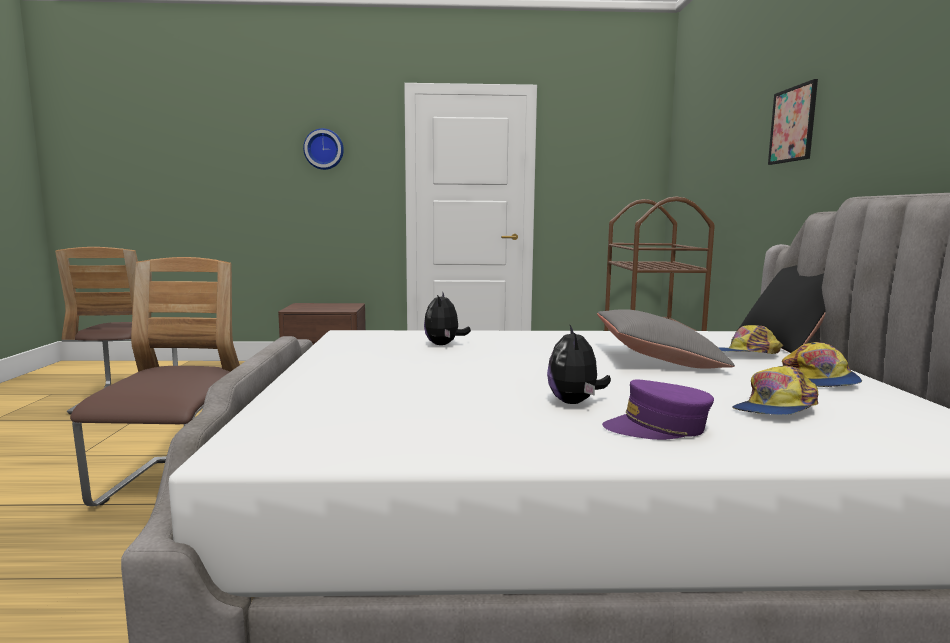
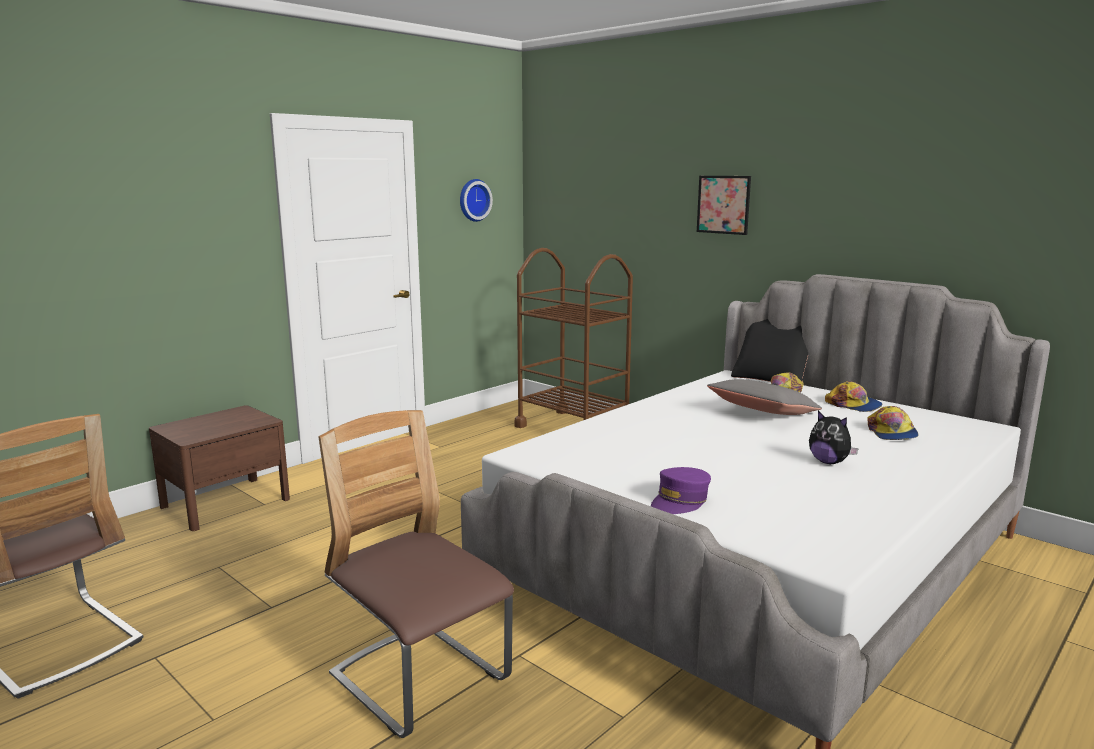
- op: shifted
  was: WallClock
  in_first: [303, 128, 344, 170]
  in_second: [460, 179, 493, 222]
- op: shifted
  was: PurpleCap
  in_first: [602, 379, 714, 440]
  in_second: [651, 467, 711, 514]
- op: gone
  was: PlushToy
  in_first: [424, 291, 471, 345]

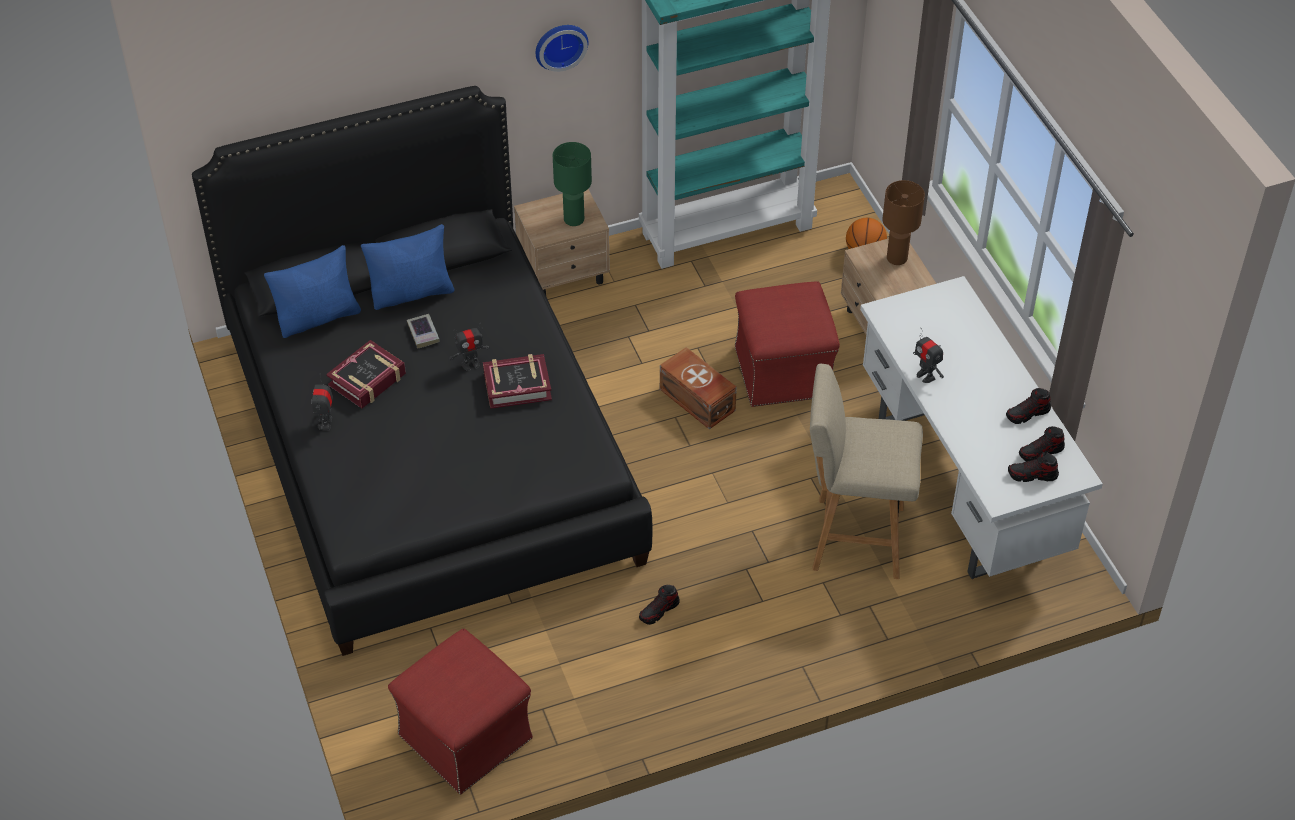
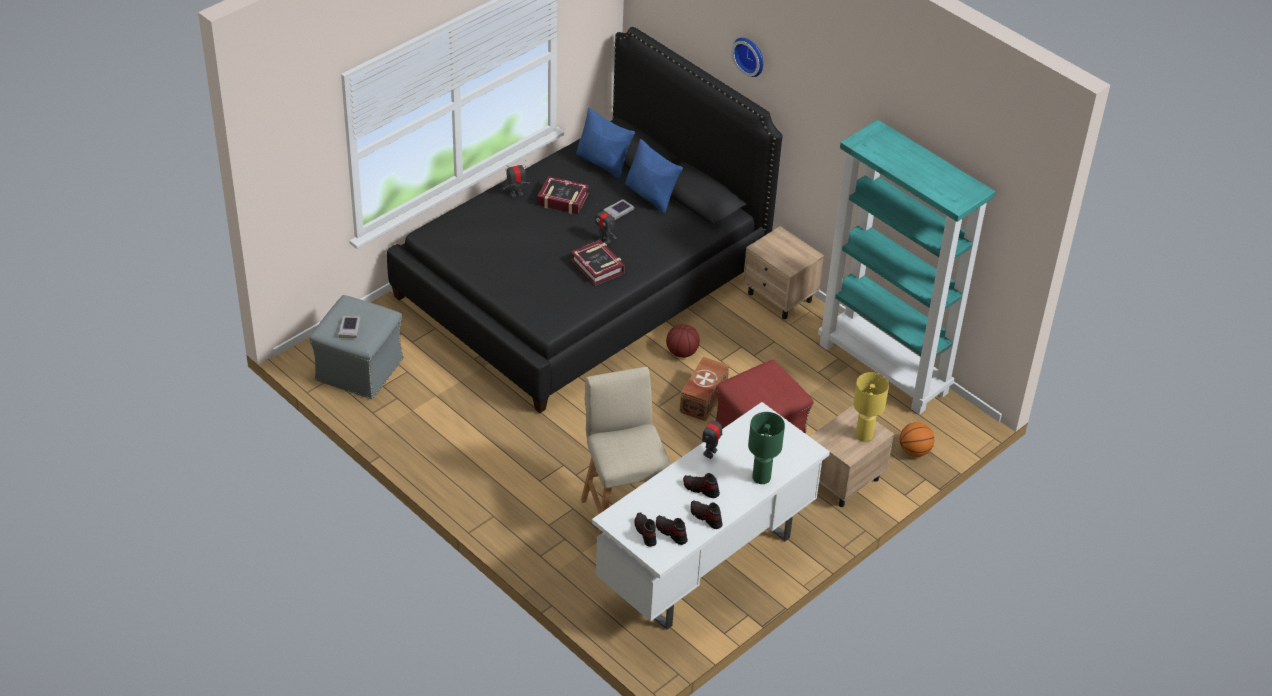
- op: repainted
  was: RedOttoman
  now: GreyOttoman
  in_first: [388, 629, 533, 795]
  in_second: [309, 295, 403, 399]
- op: new
  now: Book
  in_second: [339, 316, 361, 338]
- op: new
  now: Basketball
  in_second: [666, 324, 700, 358]
- op: shifted
  was: Shoe
  in_first: [639, 585, 680, 625]
  in_second: [683, 473, 720, 498]
- op: shifted
  was: WallClock
  in_first: [536, 25, 589, 72]
  in_second: [732, 38, 763, 77]
- op: shifted
  was: GreenTableLamp
  in_first: [553, 142, 592, 226]
  in_second: [748, 412, 785, 484]
- op: repainted
  was: BrownTableLamp
  now: YellowTableLamp
  in_first: [882, 180, 925, 265]
  in_second: [853, 372, 889, 442]

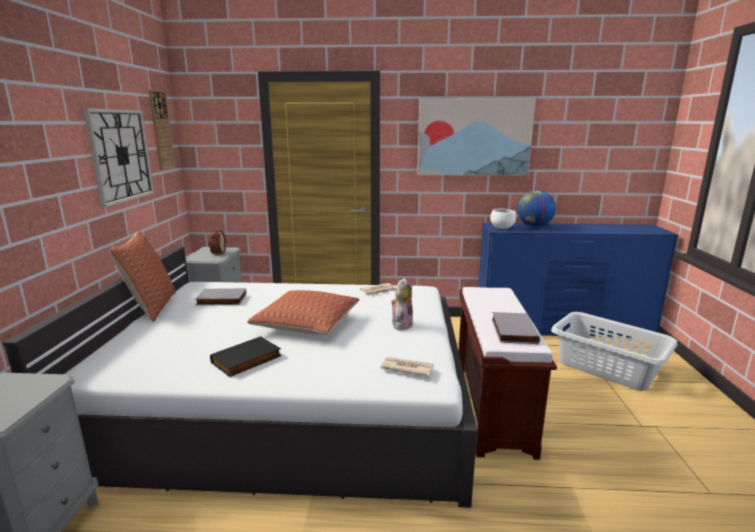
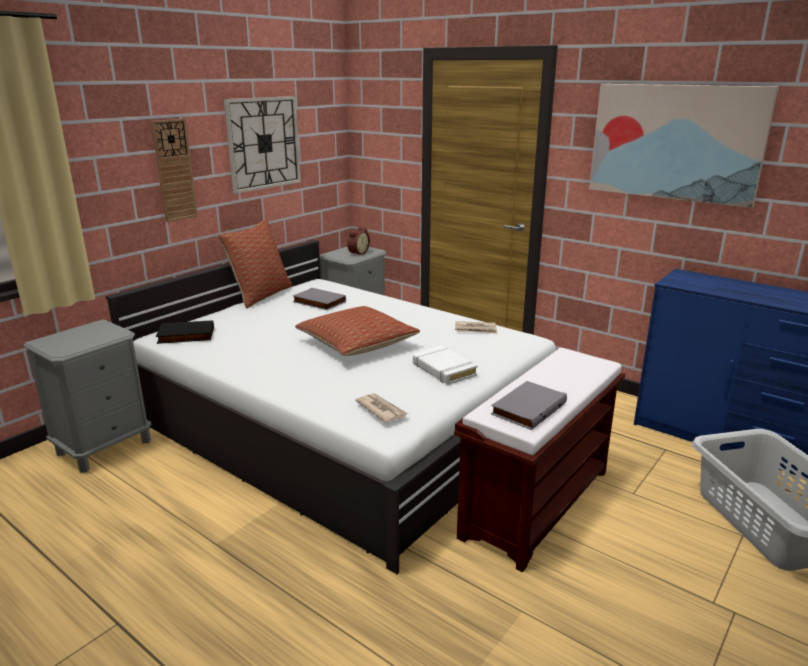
- op: shifted
  was: WallClock
  in_first: [149, 89, 176, 170]
  in_second: [151, 119, 198, 222]
- op: shifted
  was: BlackBook
  in_first: [210, 336, 282, 377]
  in_second: [156, 320, 214, 344]
- op: swapped
  was: PlushToy
  now: WhiteBook
  in_first: [391, 278, 413, 330]
  in_second: [413, 346, 478, 385]
- op: gone
  was: WhiteBowl
  in_first: [490, 209, 516, 229]
- op: gone
  was: Globe
  in_first: [518, 191, 556, 227]

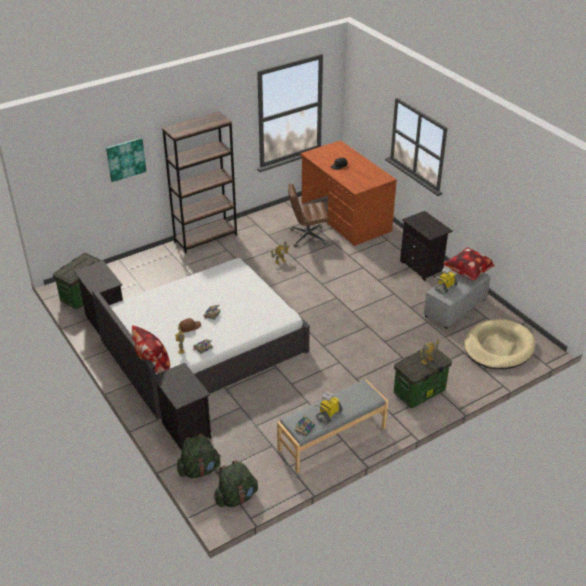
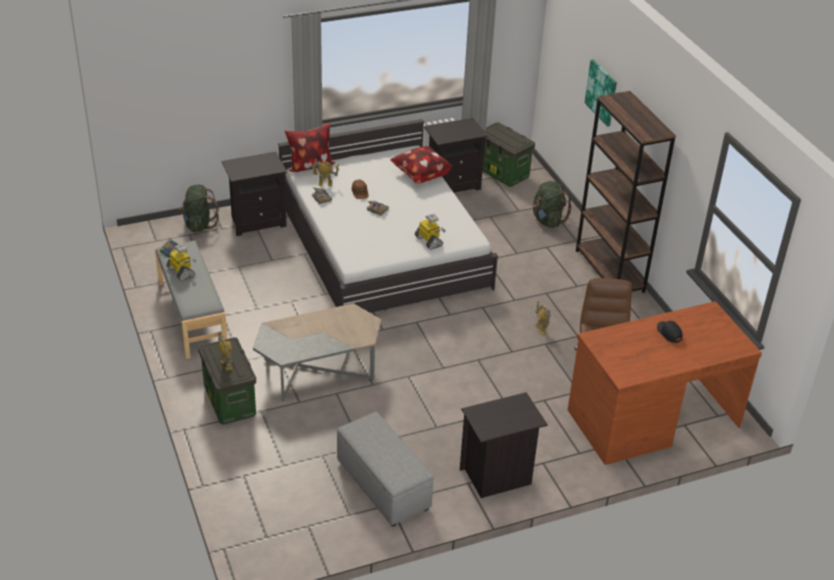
- op: new
  now: GreyCoffeeTable
  in_second: [253, 303, 381, 402]
- op: shifted
  was: Pillow
  in_first: [443, 247, 495, 281]
  in_second: [390, 146, 452, 184]
- op: shifted
  was: ToyRobot
  in_first: [435, 267, 458, 294]
  in_second: [415, 214, 446, 250]
- op: shifted
  was: GreenBackpack
  in_first: [214, 460, 258, 507]
  in_second: [533, 181, 572, 228]
- op: gone
  was: BeigeDogBed
  in_first: [464, 319, 535, 369]

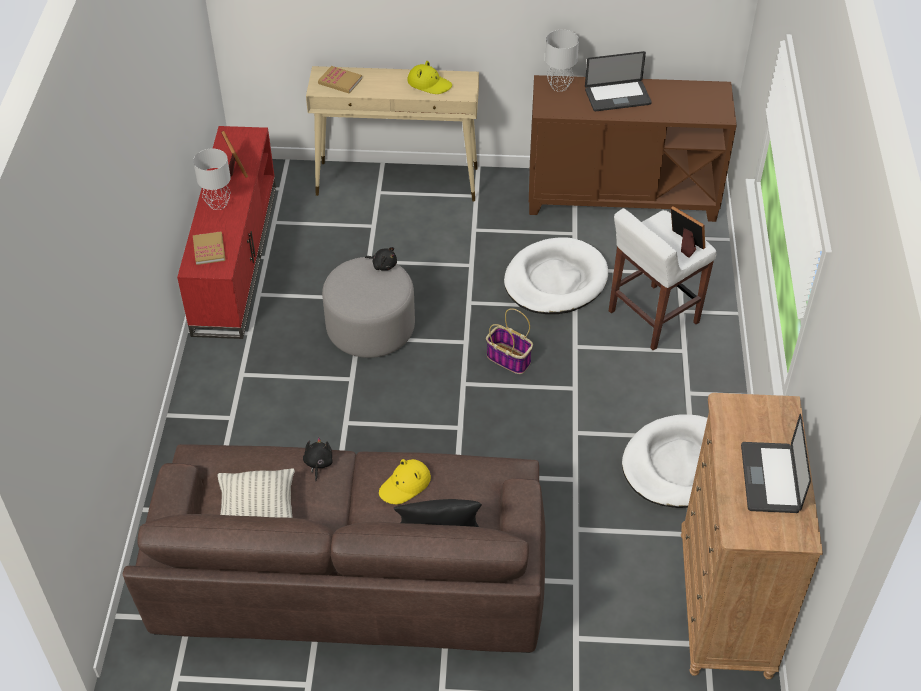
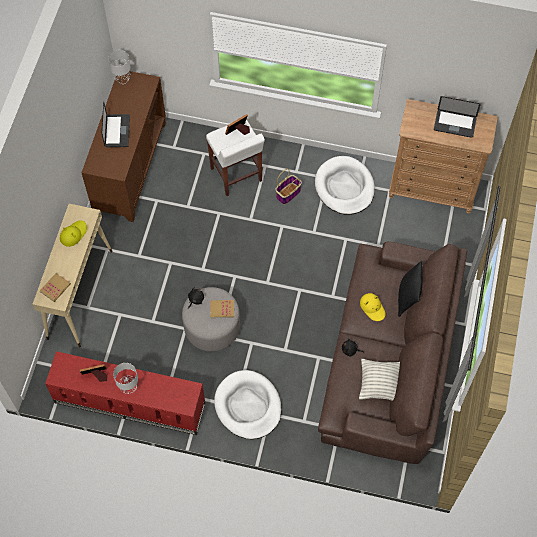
- op: shifted
  was: GreyTableLamp
  in_first: [545, 30, 579, 92]
  in_second: [108, 50, 131, 84]
- op: shifted
  was: Book
  in_first: [193, 231, 226, 265]
  in_second: [210, 300, 234, 318]
- op: shifted
  was: WhiteDogBed
  in_first: [504, 237, 608, 314]
  in_second: [214, 370, 282, 439]
- op: shifted
  was: Basket
  in_first: [486, 308, 533, 374]
  in_second: [275, 169, 302, 204]

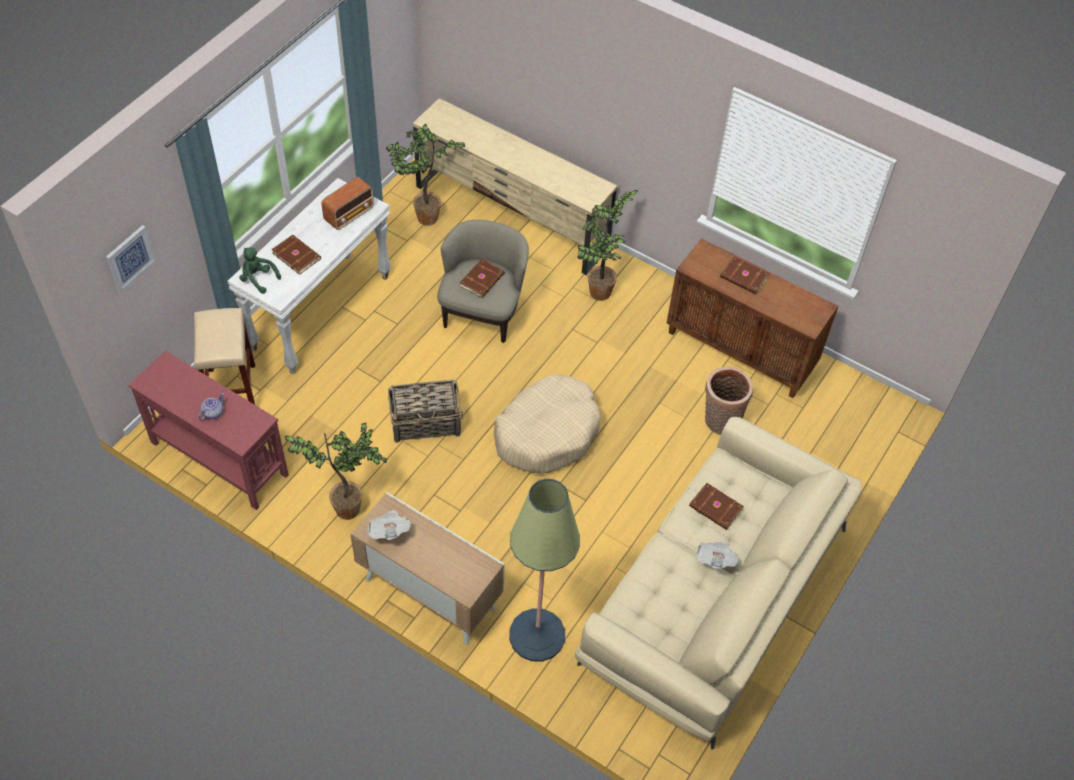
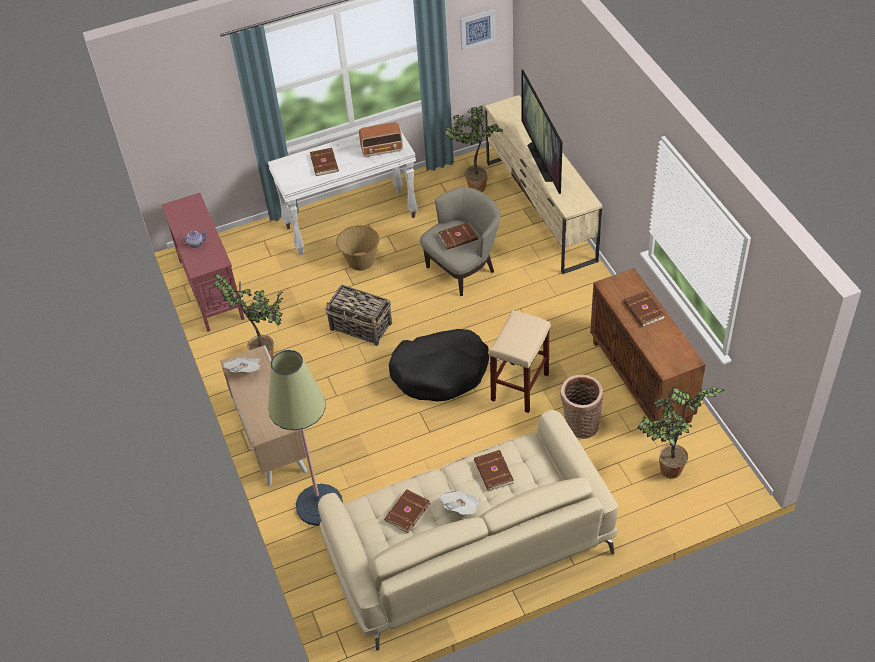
- op: new
  now: Basket
  in_second: [336, 225, 379, 271]
- op: new
  now: BrownBook
  in_second: [384, 489, 430, 533]
- op: repainted
  was: BeigeDogBed
  now: BlackDogBed
  in_first: [494, 374, 601, 474]
  in_second: [388, 329, 489, 402]
- op: shifted
  was: Picture
  in_first: [106, 225, 156, 292]
  in_second: [460, 9, 495, 51]
- op: shifted
  was: BeigeStool
  in_first: [194, 308, 255, 405]
  in_second: [489, 310, 551, 413]
- op: new
  now: Television
  in_second: [521, 70, 563, 194]
- op: shifted
  was: PottedPlant
  in_first: [578, 190, 639, 301]
  in_second: [638, 386, 725, 479]
- op: gone
  was: GreenPlushToy
  in_first: [239, 247, 281, 294]

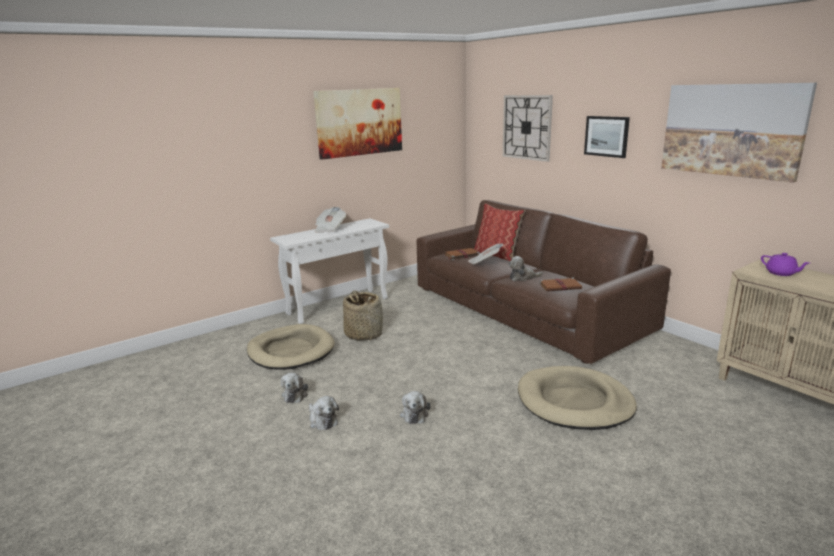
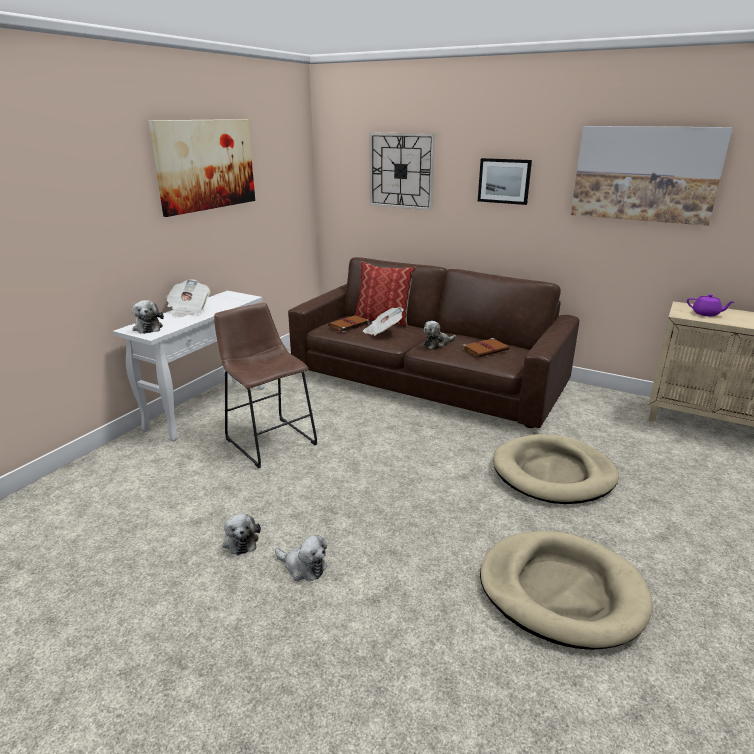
- op: shifted
  was: PlushToy
  in_first: [400, 391, 430, 424]
  in_second: [132, 300, 164, 334]
- op: swapped
  was: Basket
  now: BrownStool
  in_first: [343, 290, 383, 341]
  in_second: [214, 303, 317, 468]
- op: shifted
  was: BeigeDogBed
  in_first: [247, 324, 335, 370]
  in_second: [480, 531, 653, 650]

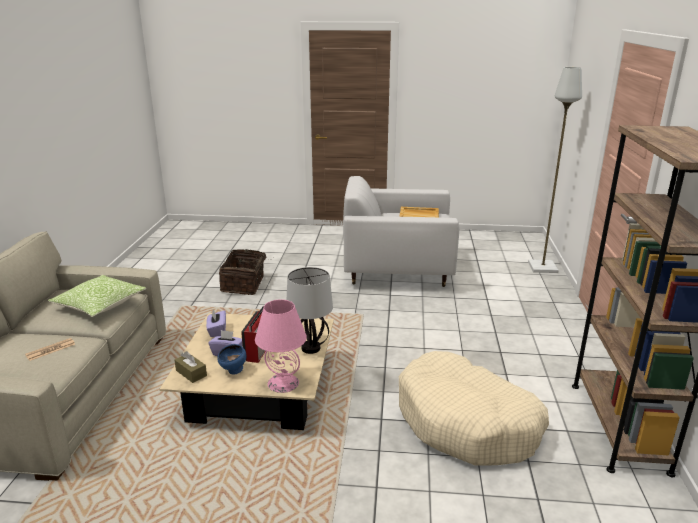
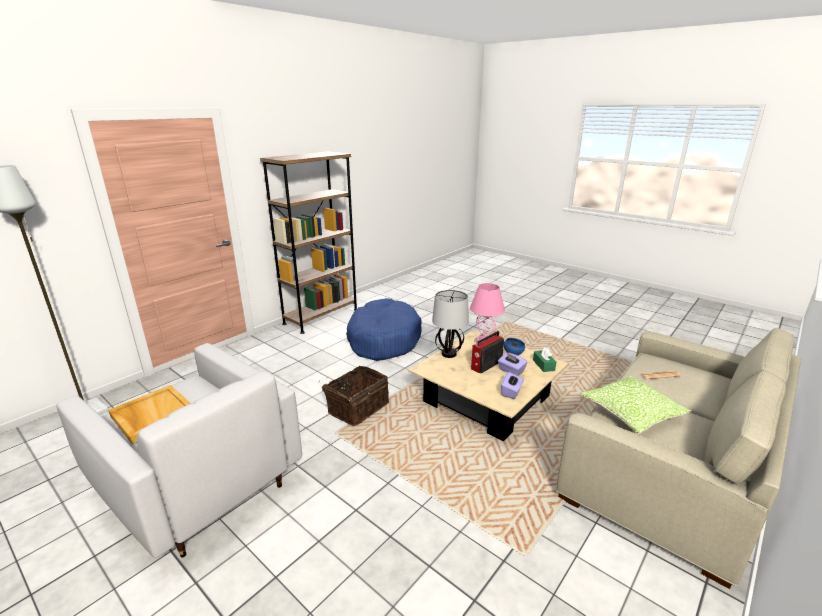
- op: shifted
  was: Basket
  in_first: [219, 249, 272, 295]
  in_second: [319, 366, 389, 426]
- op: repainted
  was: BeigeDogBed
  now: BlueDogBed
  in_first: [399, 351, 549, 465]
  in_second: [346, 298, 422, 361]
- op: repainted
  was: BrownTissueBox
  now: GreenTissueBox
  in_first: [174, 351, 207, 383]
  in_second: [533, 347, 556, 372]

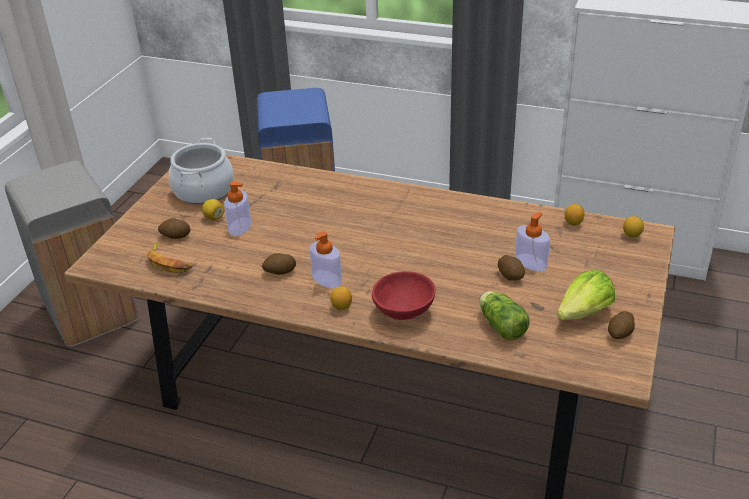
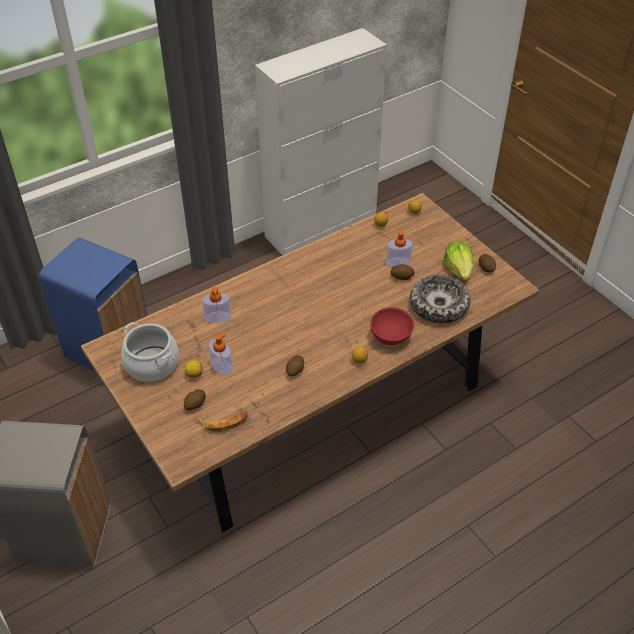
- op: shifted
  was: SoapDispenser
  in_first: [310, 231, 342, 288]
  in_second: [202, 286, 231, 323]
- op: swapped
  was: Lettuce
  now: Bowl
  in_first: [479, 291, 529, 340]
  in_second: [410, 274, 471, 323]

